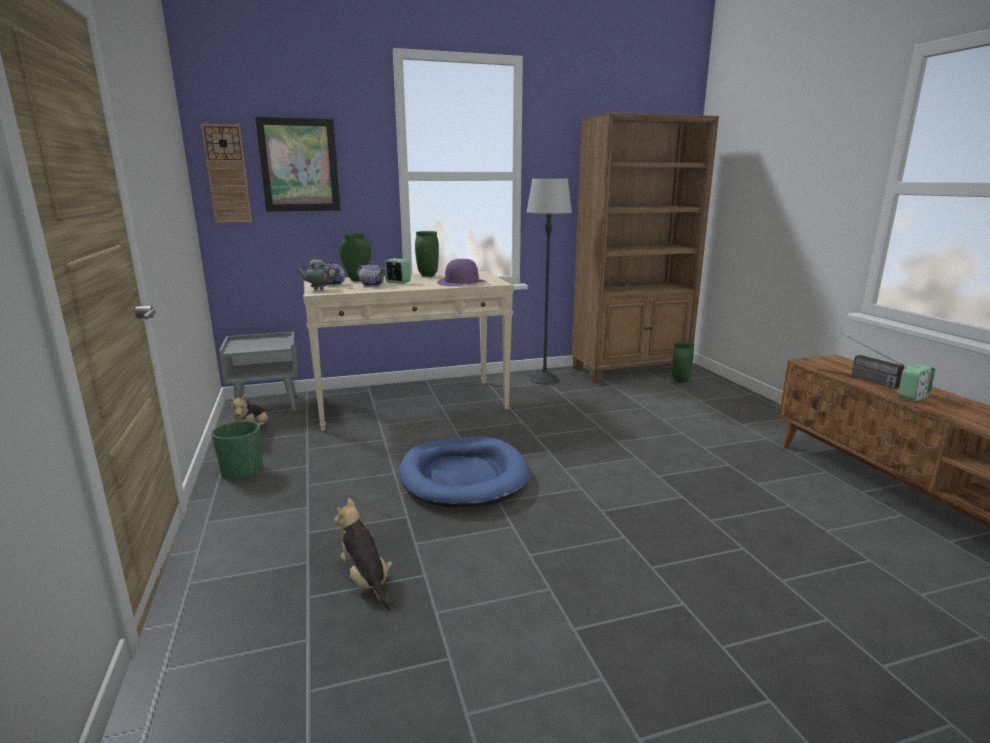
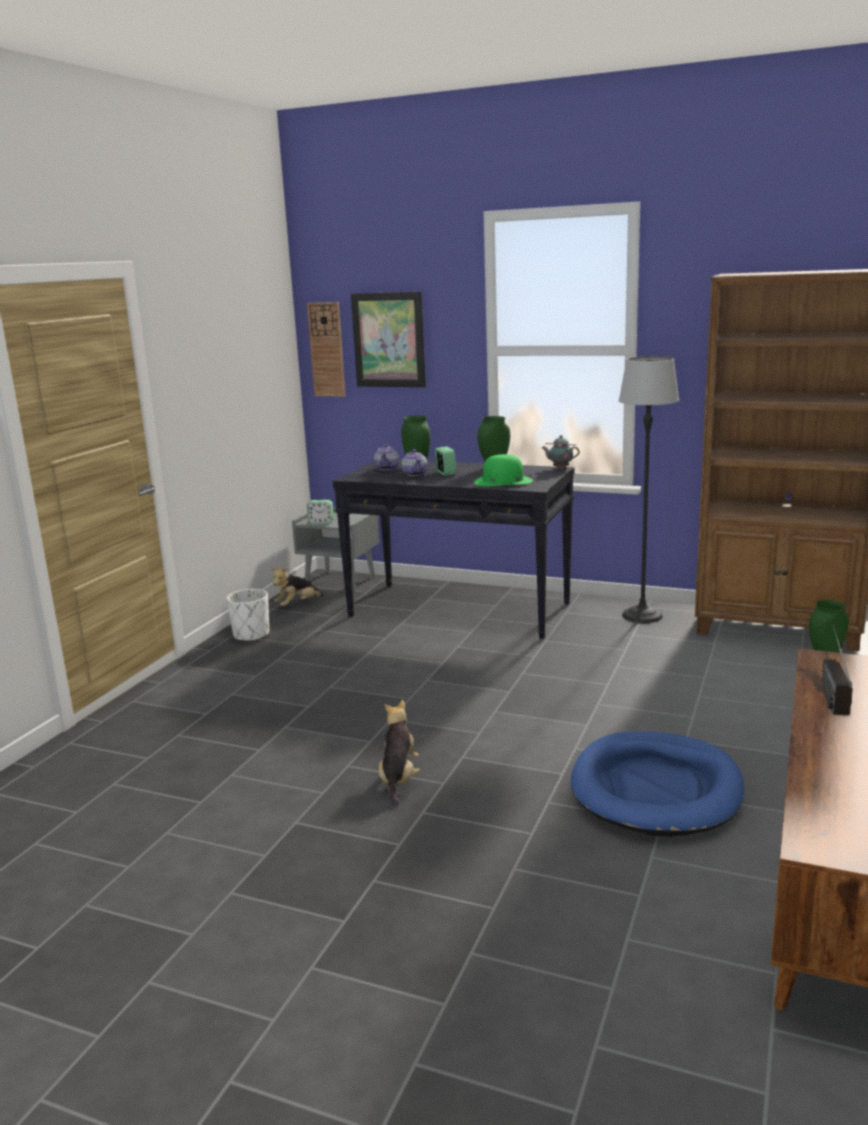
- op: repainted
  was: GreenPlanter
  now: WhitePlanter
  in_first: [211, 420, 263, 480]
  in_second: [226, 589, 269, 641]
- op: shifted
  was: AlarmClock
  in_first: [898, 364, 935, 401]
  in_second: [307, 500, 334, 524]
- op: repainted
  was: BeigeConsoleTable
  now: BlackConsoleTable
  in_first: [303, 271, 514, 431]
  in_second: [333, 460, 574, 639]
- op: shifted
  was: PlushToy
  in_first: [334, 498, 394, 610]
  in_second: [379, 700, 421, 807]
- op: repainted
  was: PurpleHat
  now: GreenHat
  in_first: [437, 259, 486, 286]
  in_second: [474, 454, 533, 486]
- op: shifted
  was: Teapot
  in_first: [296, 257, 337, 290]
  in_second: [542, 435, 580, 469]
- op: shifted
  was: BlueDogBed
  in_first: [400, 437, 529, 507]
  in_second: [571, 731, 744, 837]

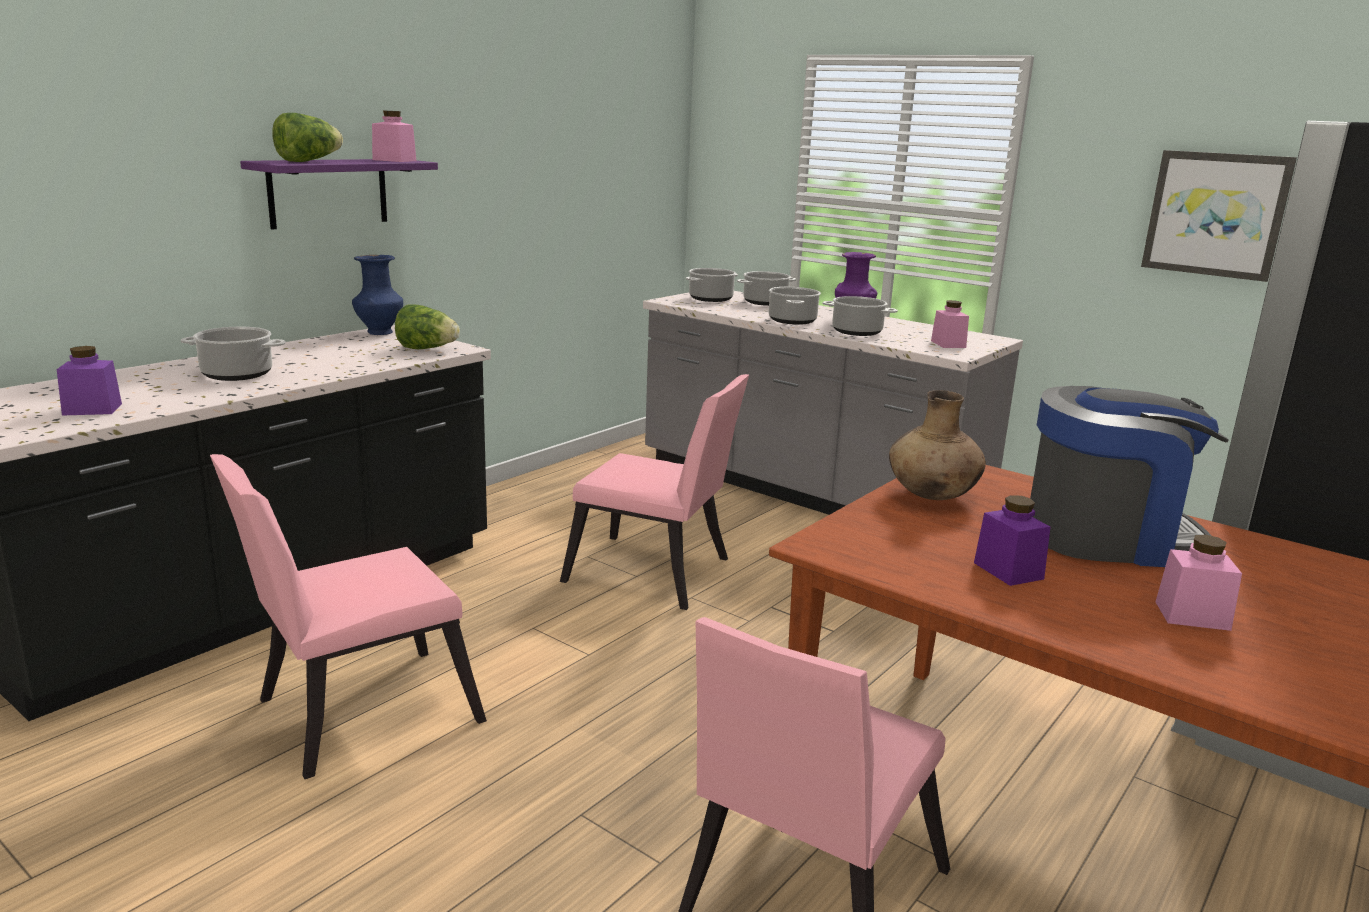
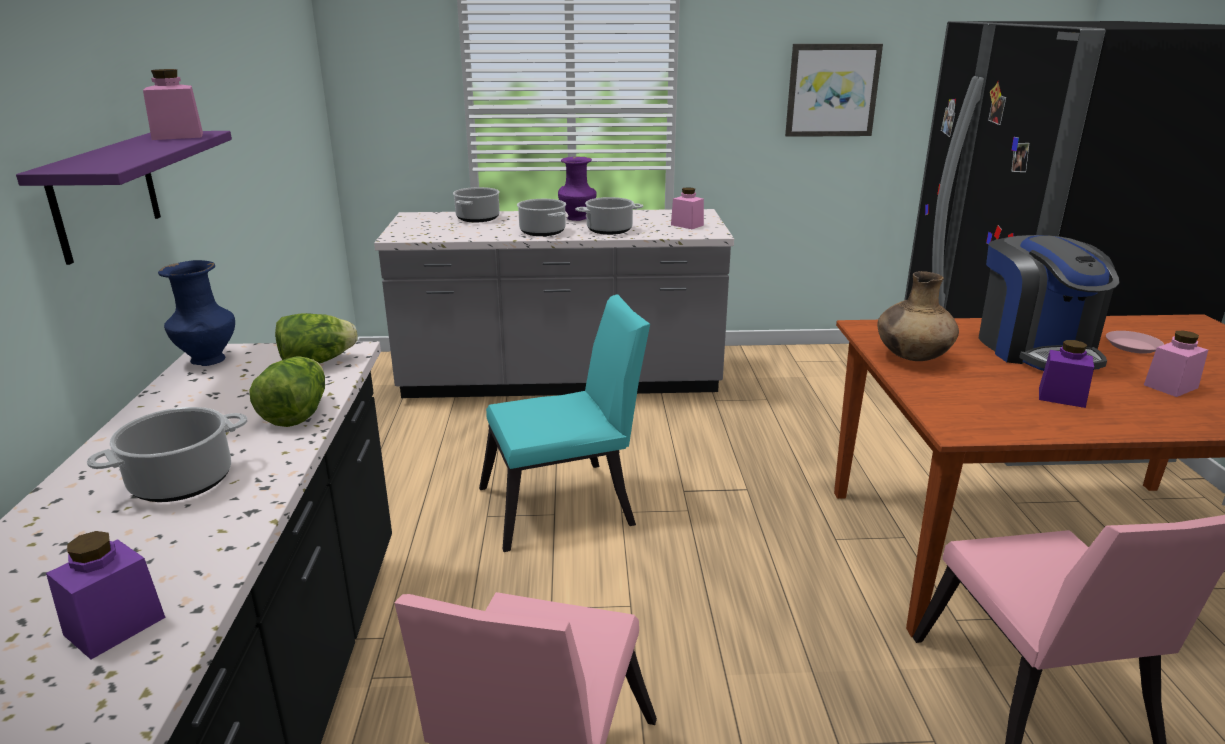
- op: shifted
  was: Lettuce
  in_first: [272, 113, 343, 162]
  in_second: [249, 356, 325, 427]
- op: repainted
  was: PinkChair
  now: TurquoiseChair
  in_first: [560, 374, 749, 610]
  in_second: [479, 294, 650, 552]
- op: rotated
  was: CoffeeMachine
  in_first: [1030, 386, 1229, 567]
  in_second: [979, 235, 1120, 371]
  clockwise: 120
- op: new
  now: PinkPlate
  in_second: [1106, 331, 1164, 354]
- op: gone
  was: CookingPot
  in_first: [686, 268, 738, 302]

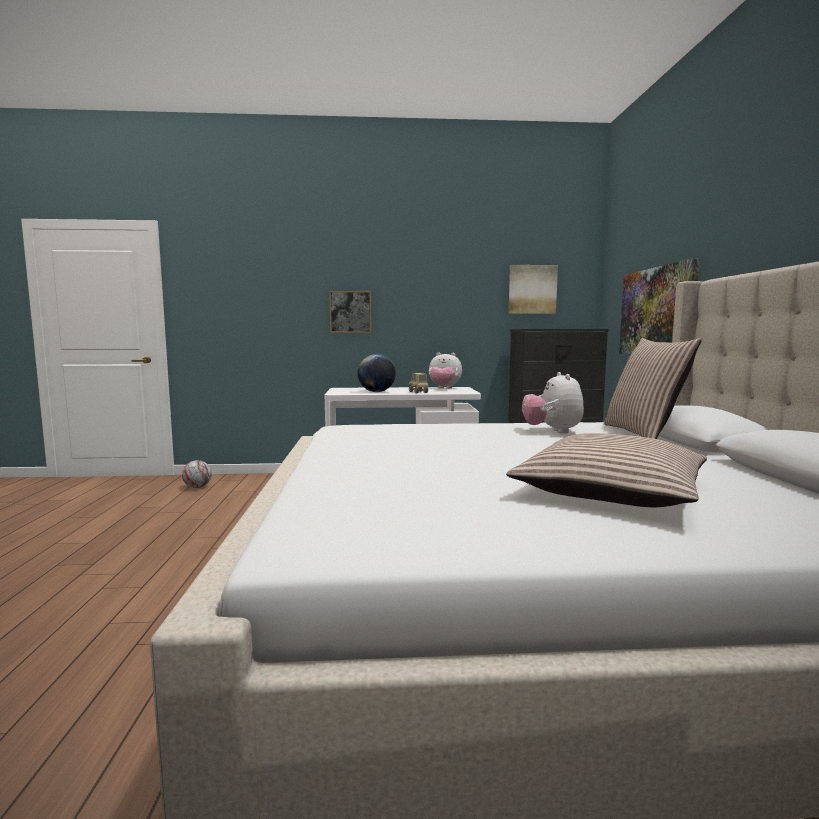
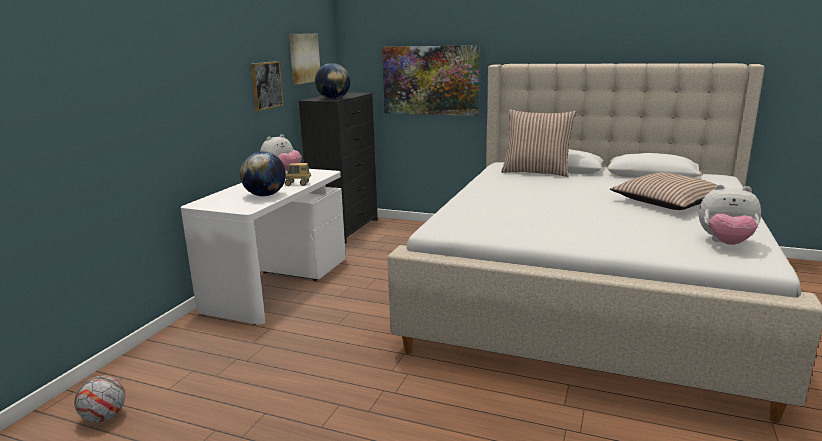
- op: shifted
  was: Picture
  in_first: [329, 291, 371, 333]
  in_second: [250, 61, 284, 111]
- op: new
  now: Globe
  in_second: [315, 63, 350, 99]
- op: shifted
  was: PlushToy
  in_first: [522, 372, 584, 434]
  in_second: [699, 184, 761, 245]

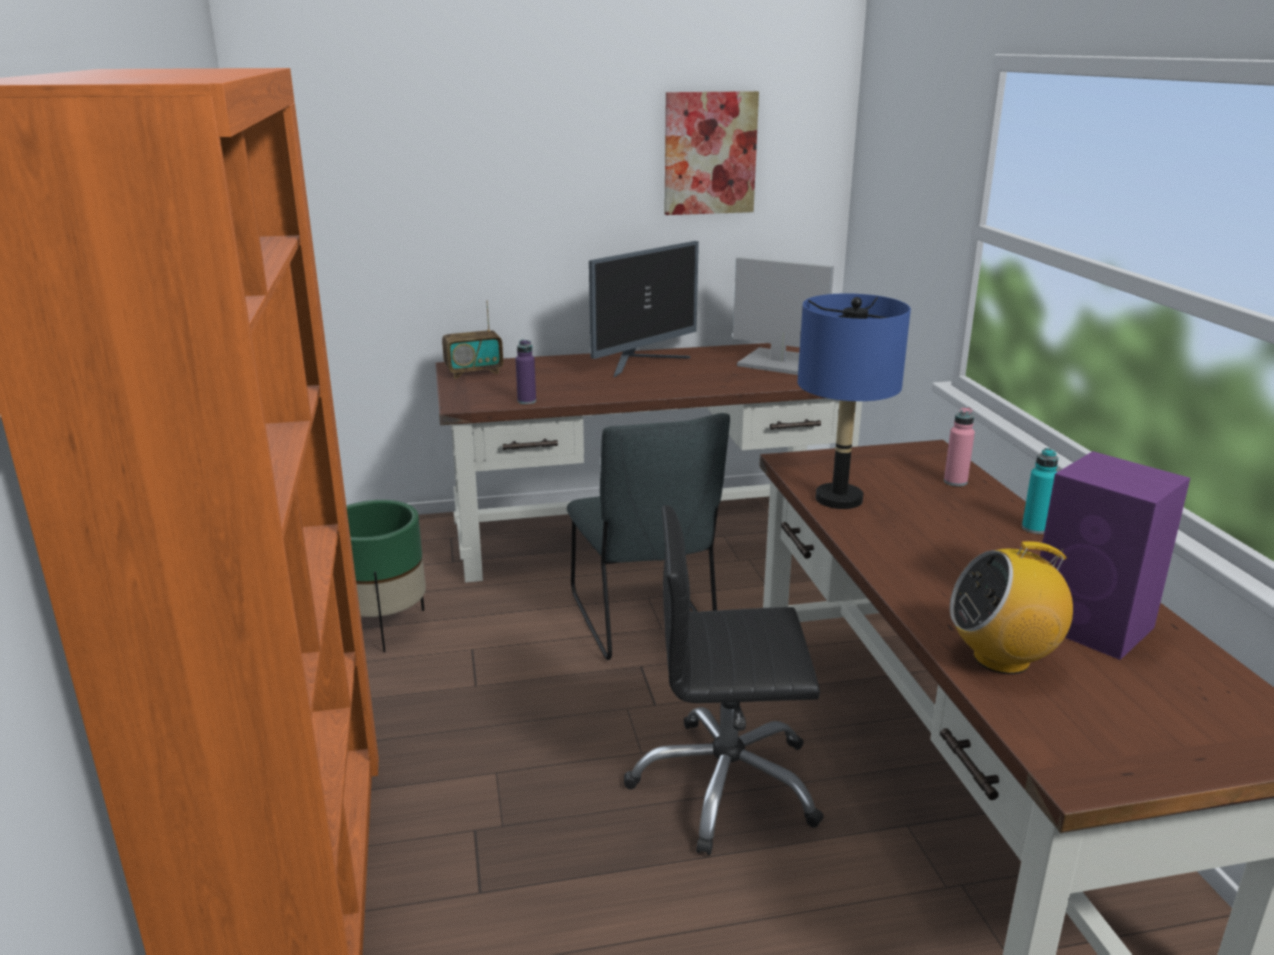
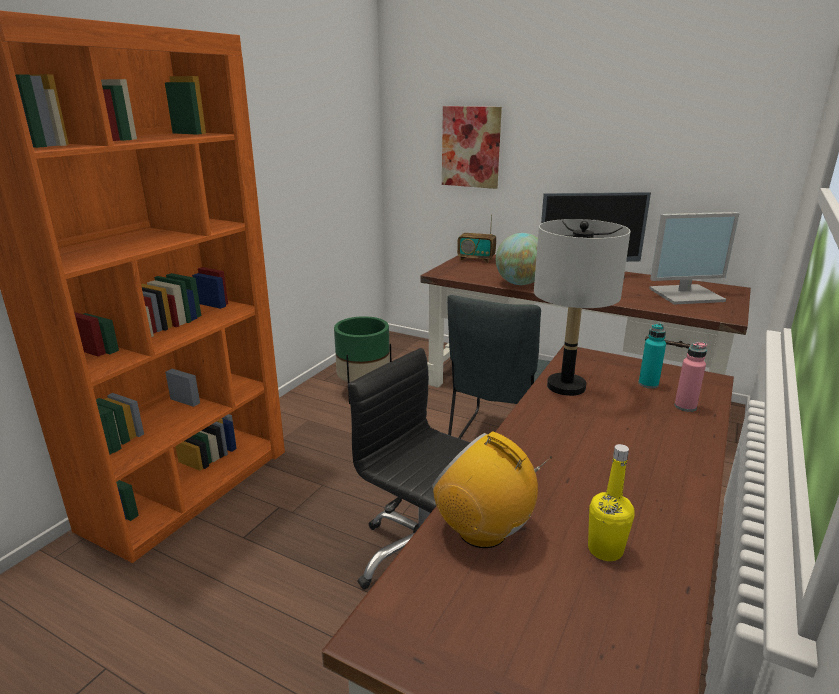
- op: shifted
  was: Picture
  in_first: [664, 91, 759, 215]
  in_second: [442, 106, 502, 189]
- op: new
  now: Globe
  in_second: [496, 233, 538, 285]
- op: repainted
  was: BlueTableLamp
  now: GreyTableLamp
  in_first: [798, 293, 911, 509]
  in_second: [534, 219, 631, 396]
- op: swapped
  was: PurpleSpeaker
  now: YellowBottle
  in_first: [1040, 451, 1190, 660]
  in_second: [588, 444, 634, 561]
- op: shifted
  was: TurquoiseBottle
  in_first: [1022, 448, 1058, 534]
  in_second: [639, 323, 666, 389]
- op: rotated
  was: Monitor
  in_first: [733, 257, 834, 375]
  in_second: [649, 212, 740, 304]
  clockwise: 105
- op: gone
  was: PurpleBottle
  in_first: [516, 340, 536, 404]

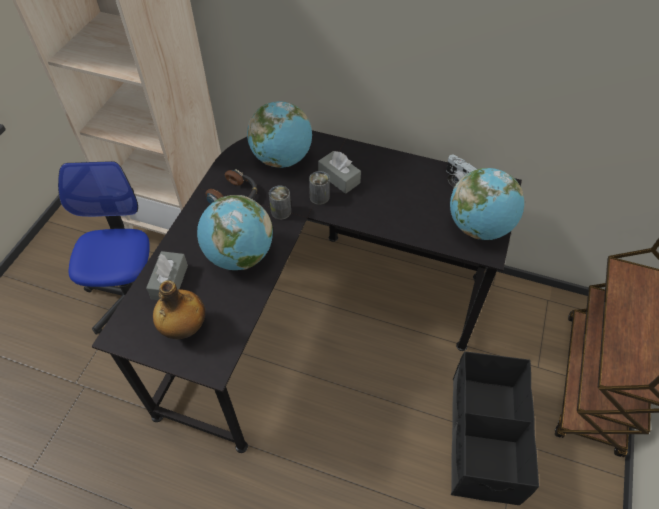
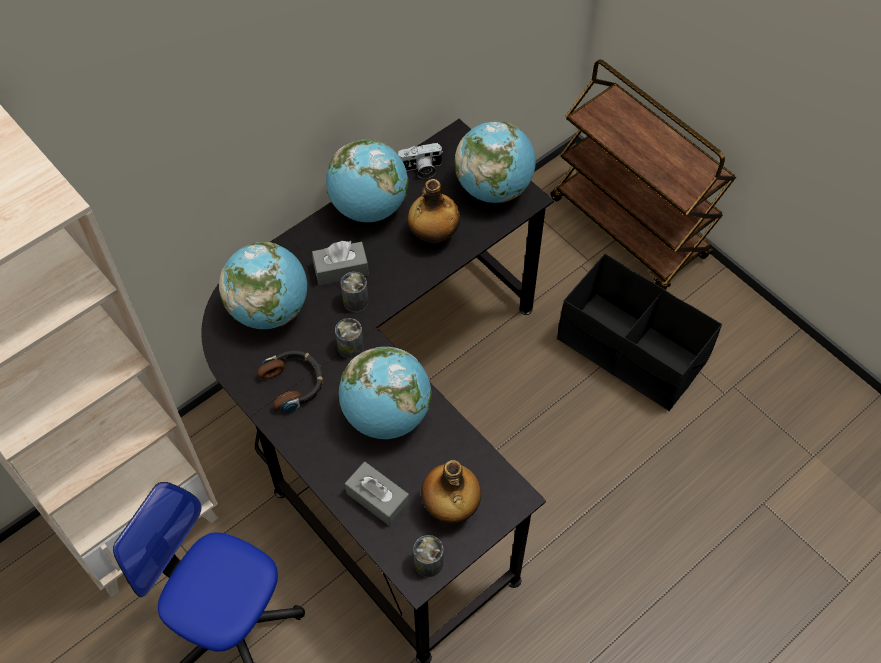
- op: new
  now: Globe
  in_second: [326, 140, 408, 222]
- op: new
  now: Bottle
  in_second: [408, 179, 460, 244]
- op: new
  now: Can
  in_second: [413, 535, 443, 577]

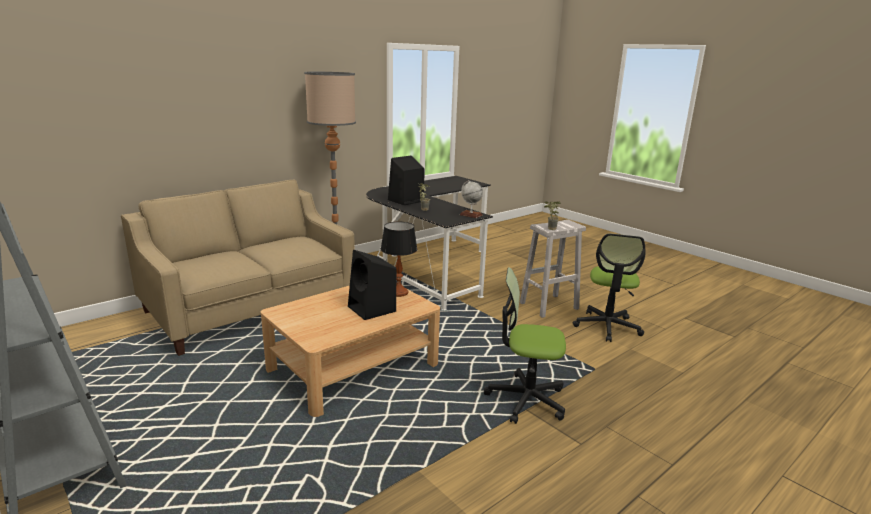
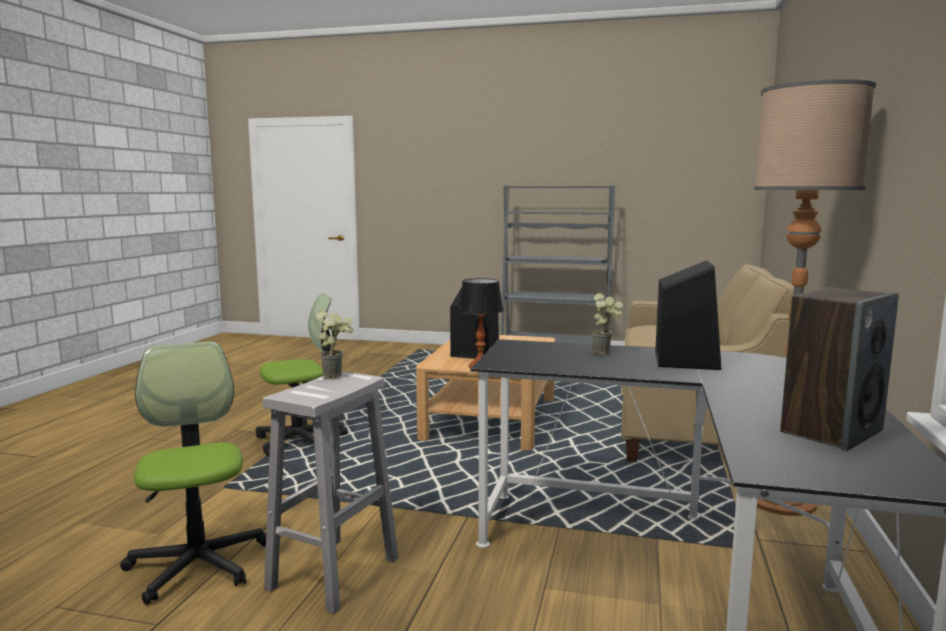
- op: new
  now: Speaker
  in_second: [780, 288, 899, 451]
- op: gone
  was: Globe
  in_first: [460, 180, 483, 218]

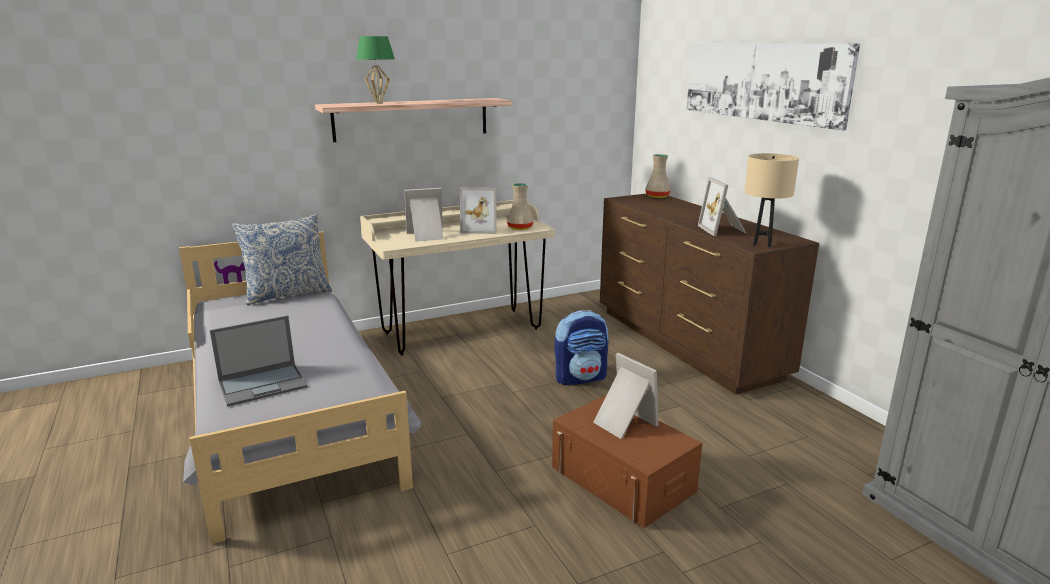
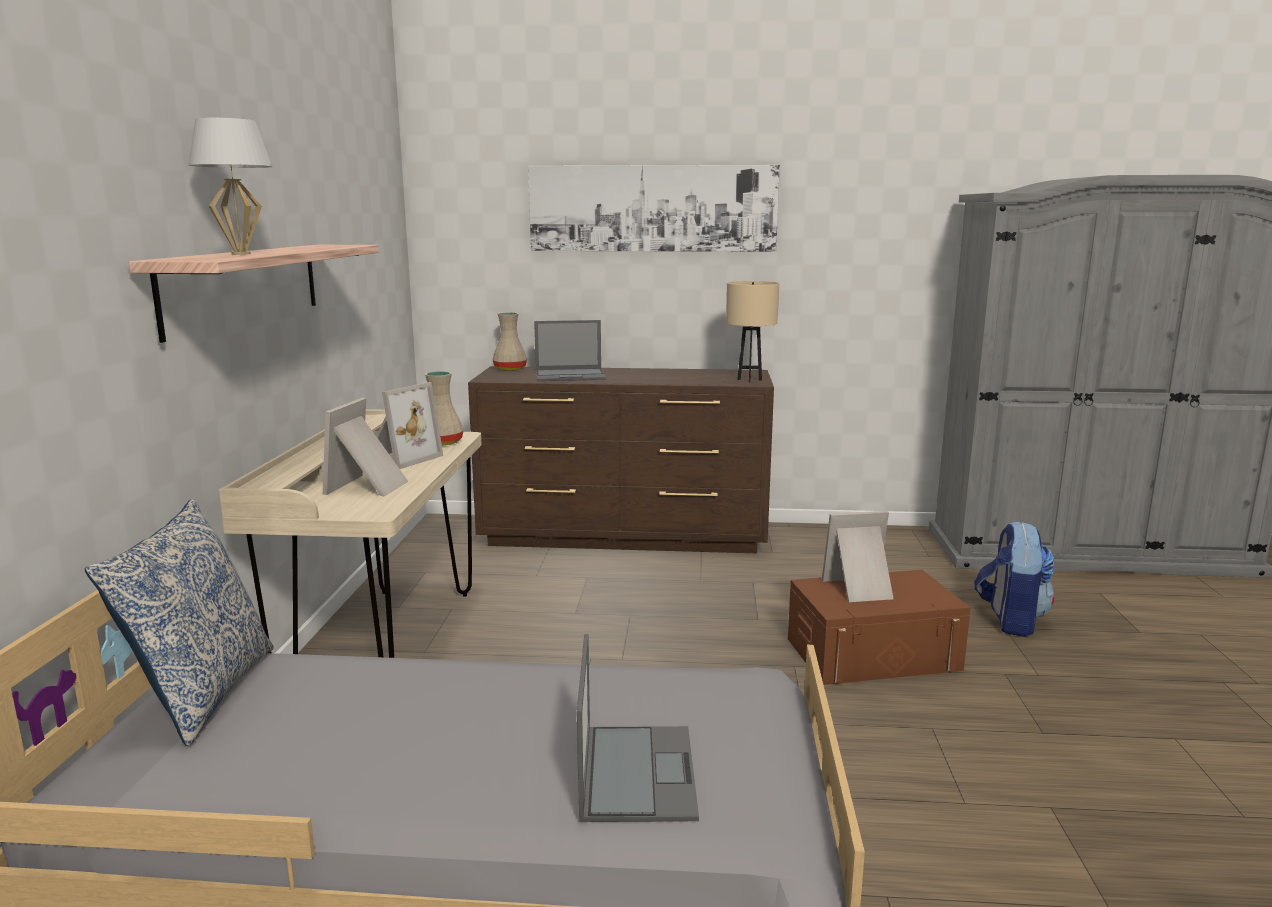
- op: repainted
  was: GreenTableLamp
  now: WhiteTableLamp
  in_first: [356, 36, 395, 104]
  in_second: [188, 118, 272, 255]
- op: new
  now: Laptop
  in_second: [534, 320, 606, 381]
- op: shifted
  was: Backpack
  in_first: [554, 310, 609, 385]
  in_second: [974, 520, 1055, 637]
- op: gone
  was: PictureFrame
  in_first: [698, 177, 747, 236]

